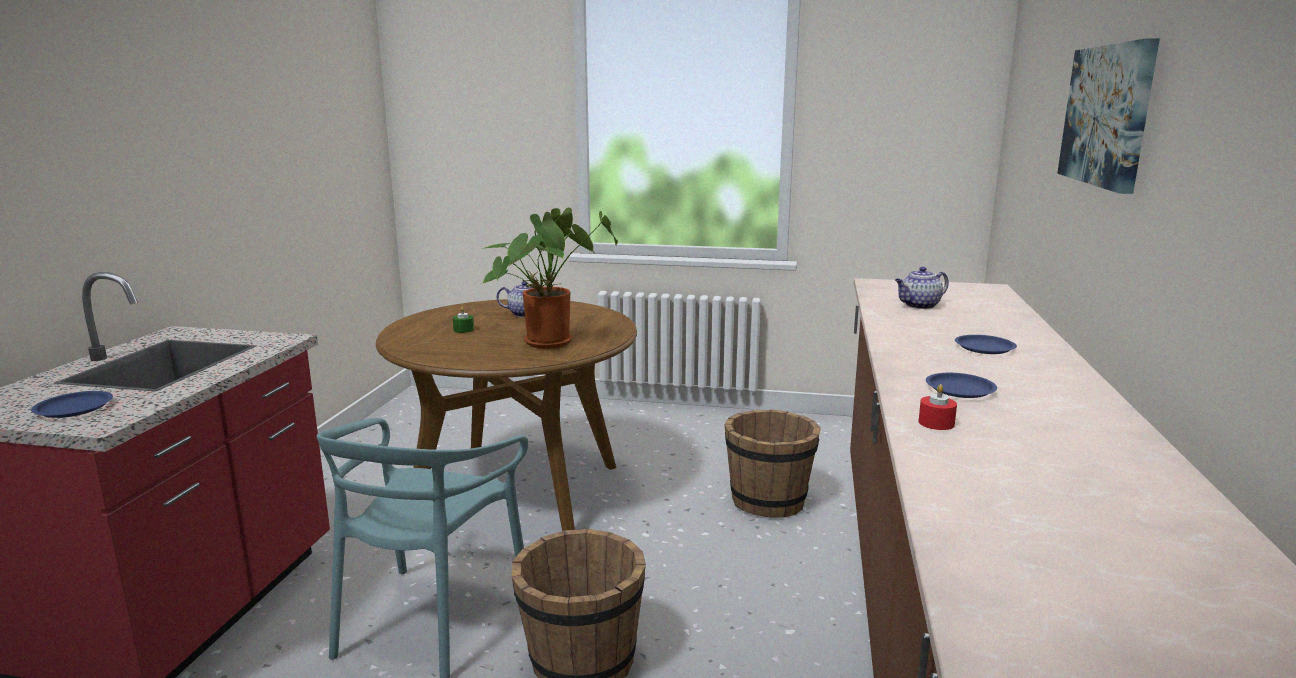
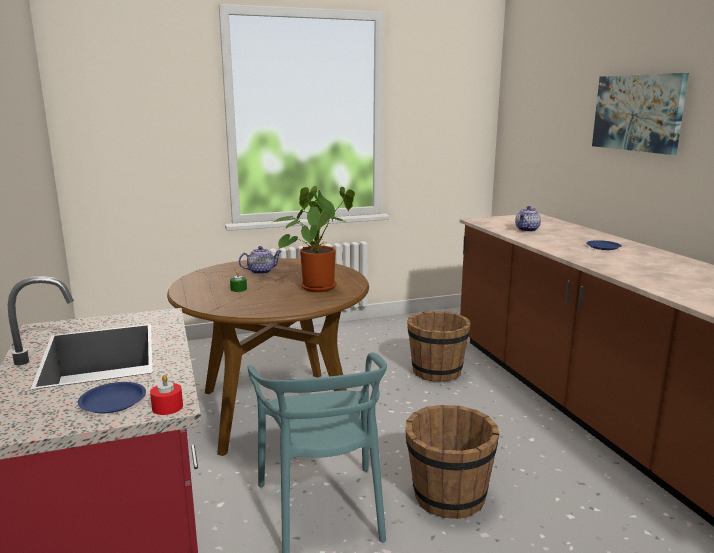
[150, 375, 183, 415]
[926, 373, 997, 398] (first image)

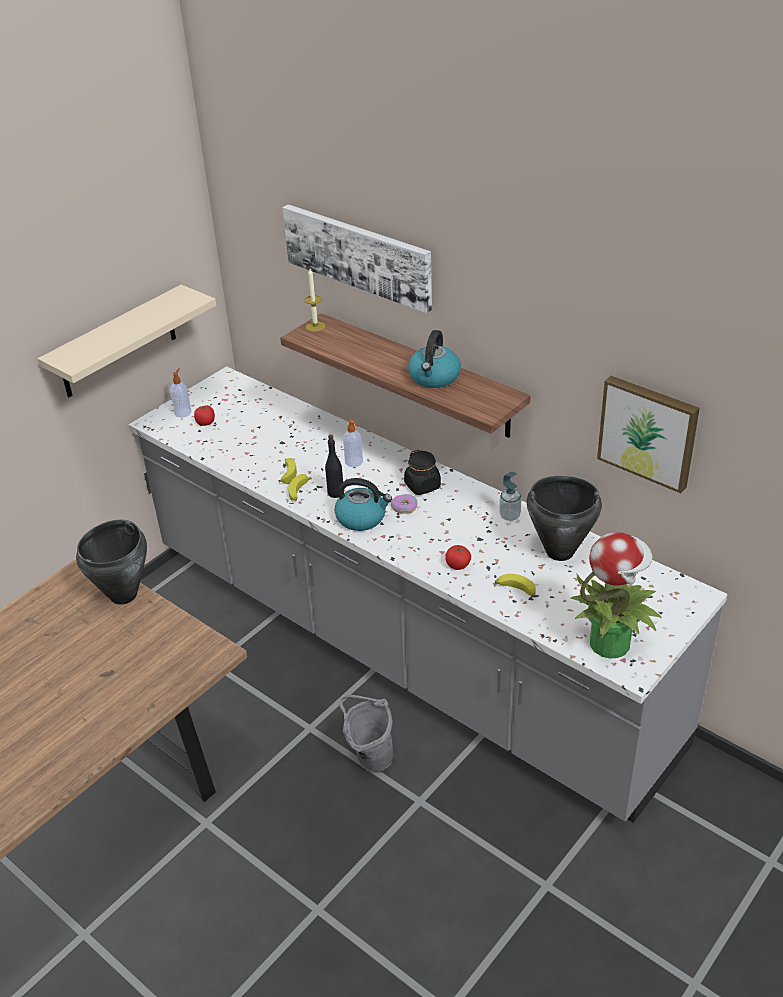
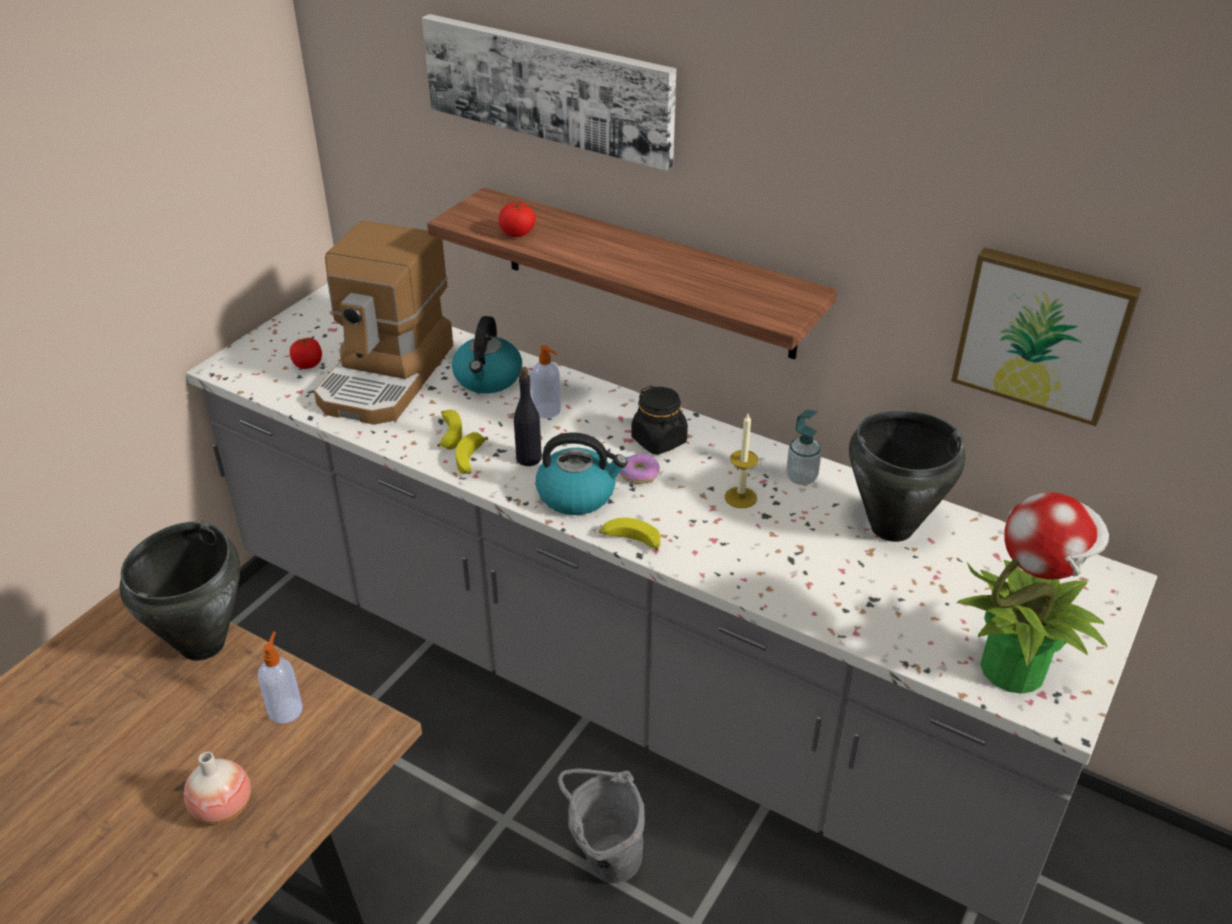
[184, 752, 251, 824]
[258, 632, 303, 724]
[314, 220, 453, 425]
[452, 316, 522, 393]
[499, 202, 536, 237]
[599, 518, 660, 551]
[725, 414, 758, 508]
[38, 285, 216, 397] (first image)

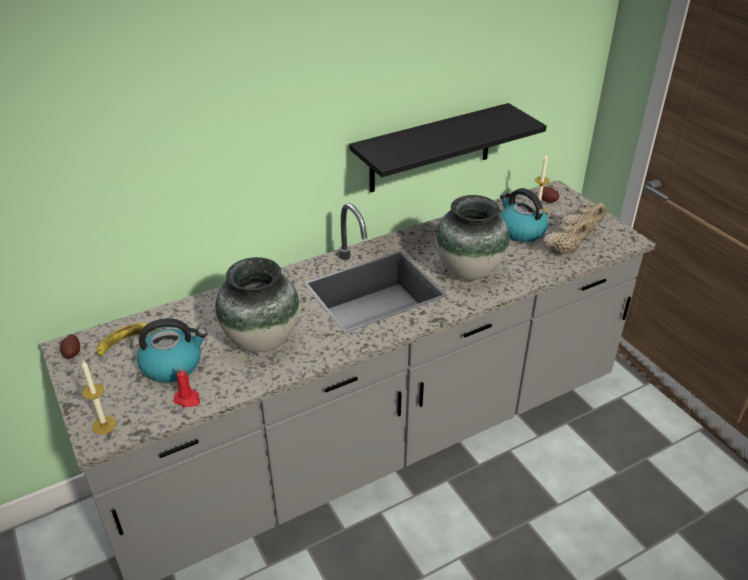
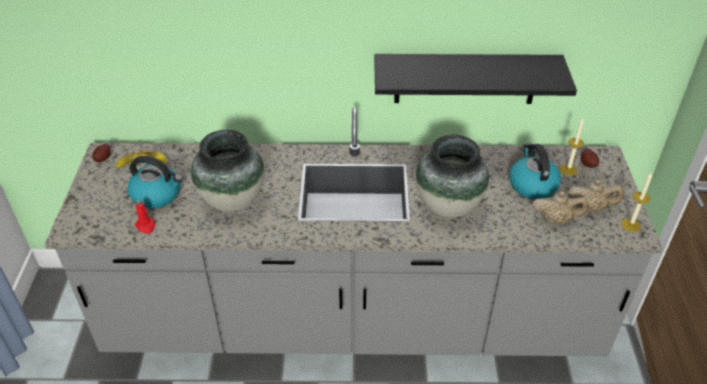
[621, 173, 652, 232]

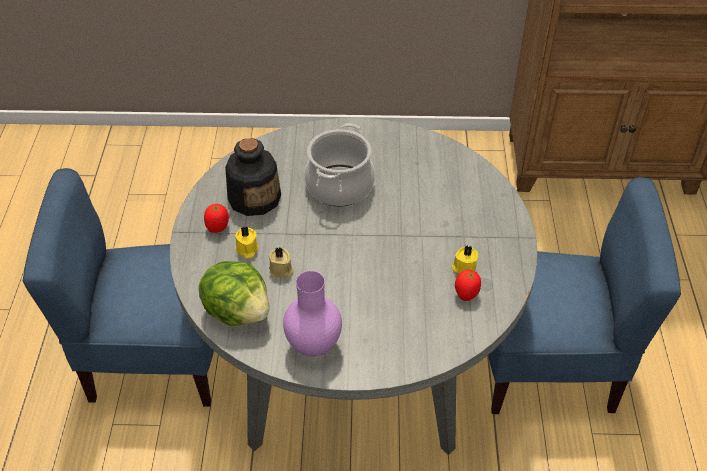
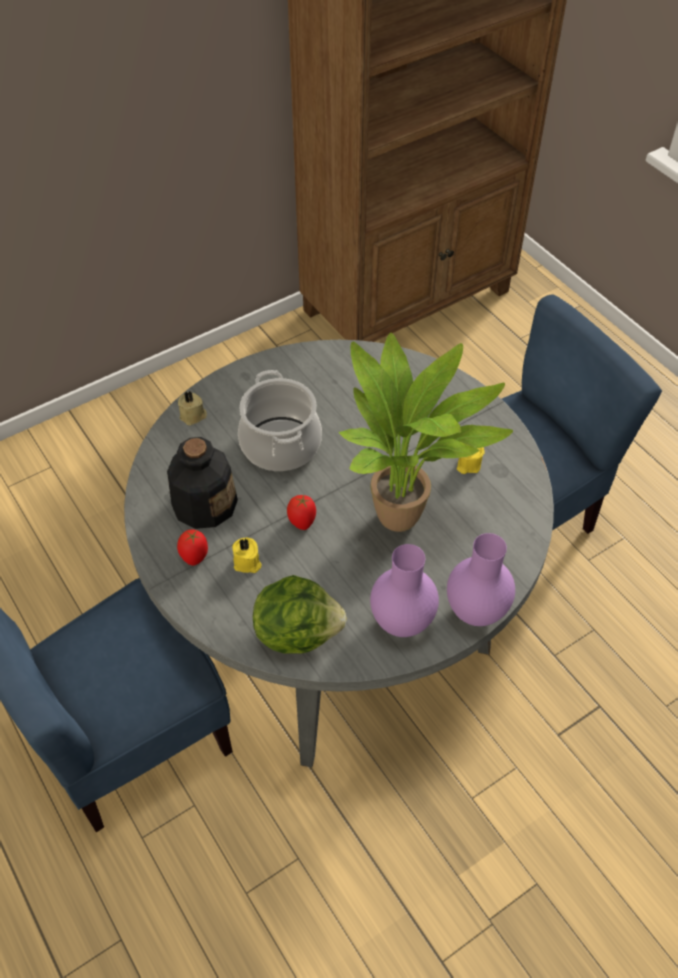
[178, 391, 207, 426]
[287, 495, 316, 530]
[339, 333, 513, 532]
[447, 533, 515, 626]

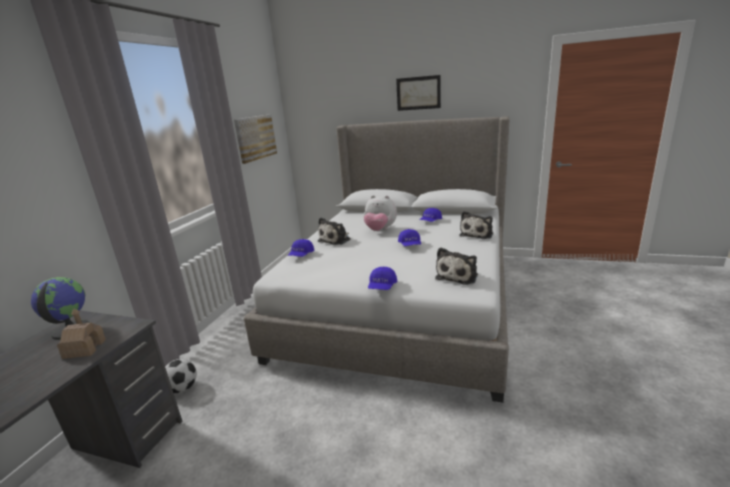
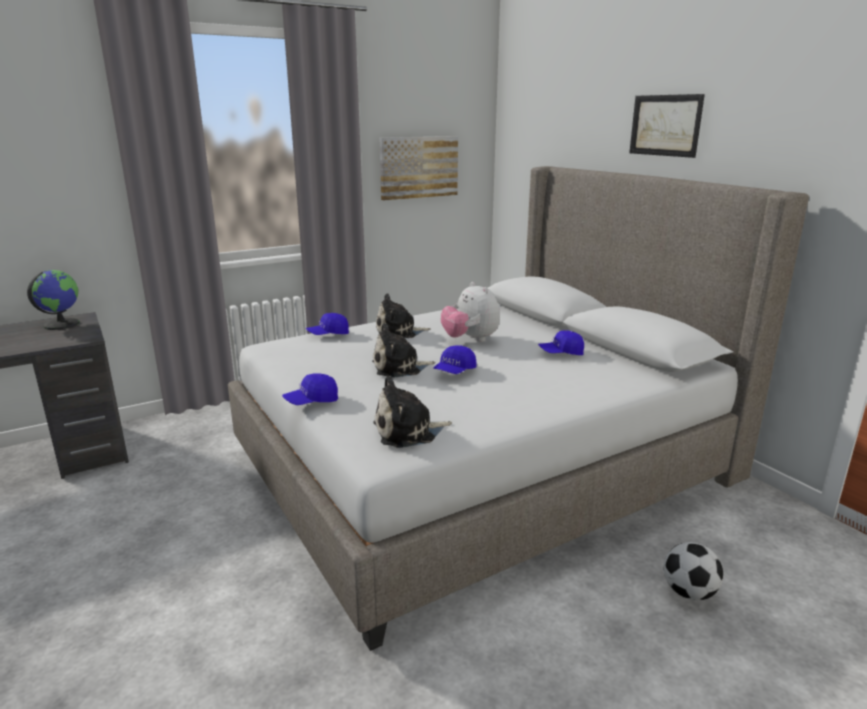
[372, 323, 435, 378]
[664, 542, 723, 601]
[57, 309, 106, 359] (first image)

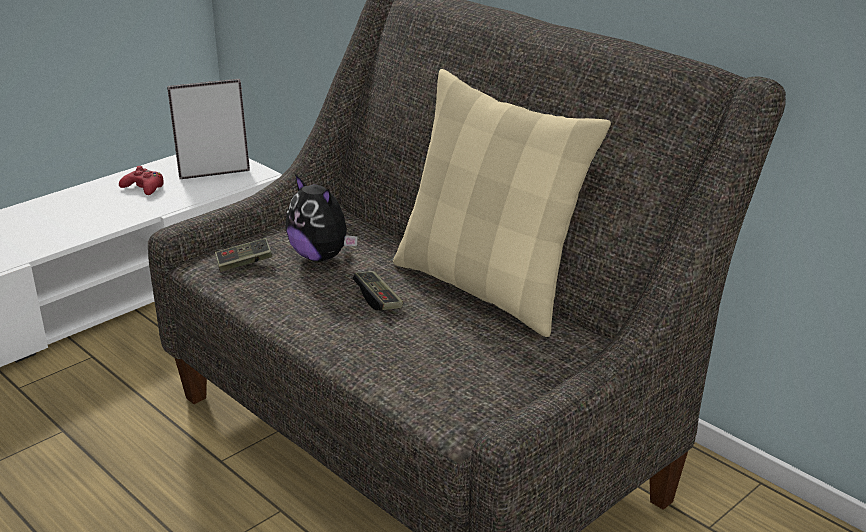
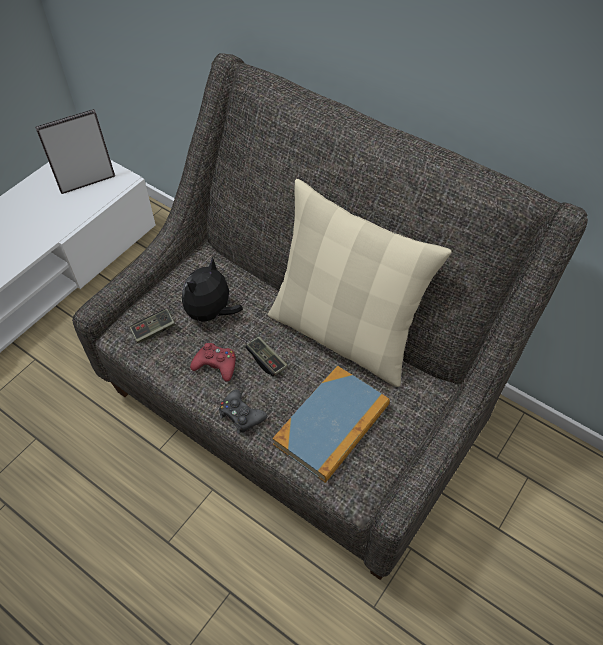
[182, 257, 243, 328]
[190, 343, 236, 382]
[219, 389, 267, 434]
[272, 366, 390, 483]

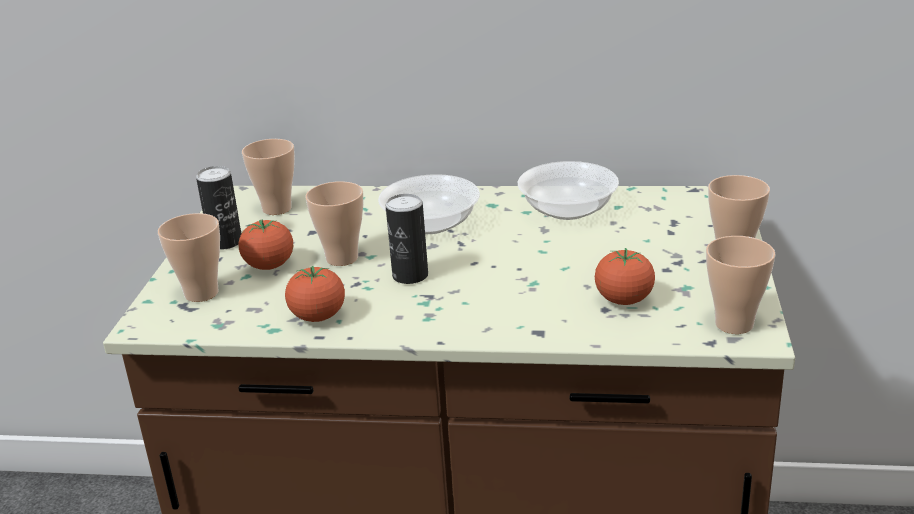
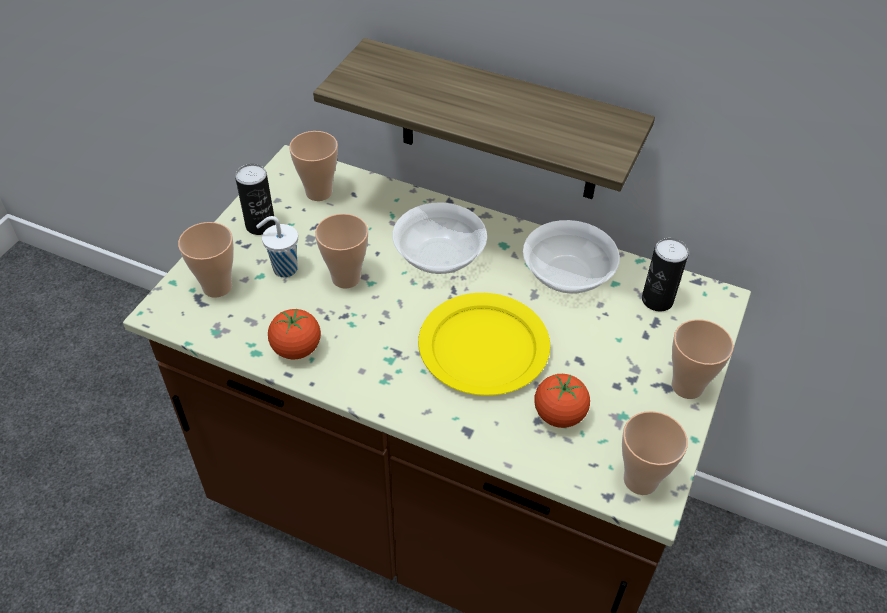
[256, 216, 298, 278]
[313, 38, 655, 199]
[418, 293, 550, 396]
[642, 238, 689, 311]

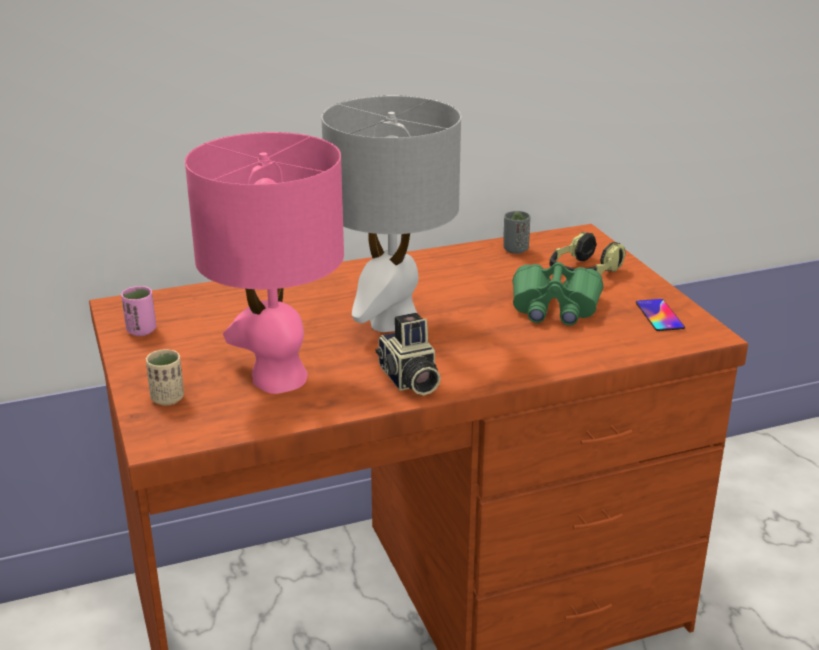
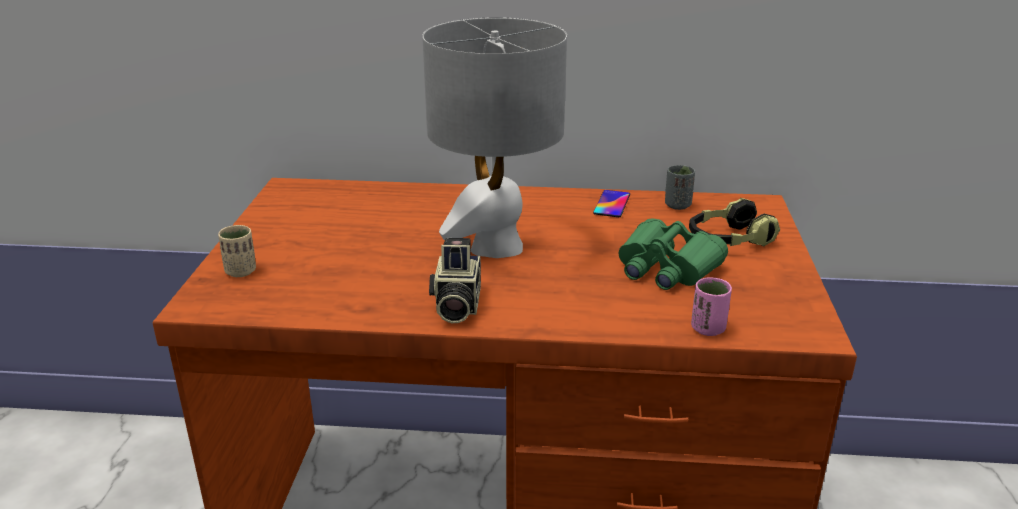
[593, 190, 630, 217]
[691, 277, 732, 336]
[185, 132, 344, 394] (first image)

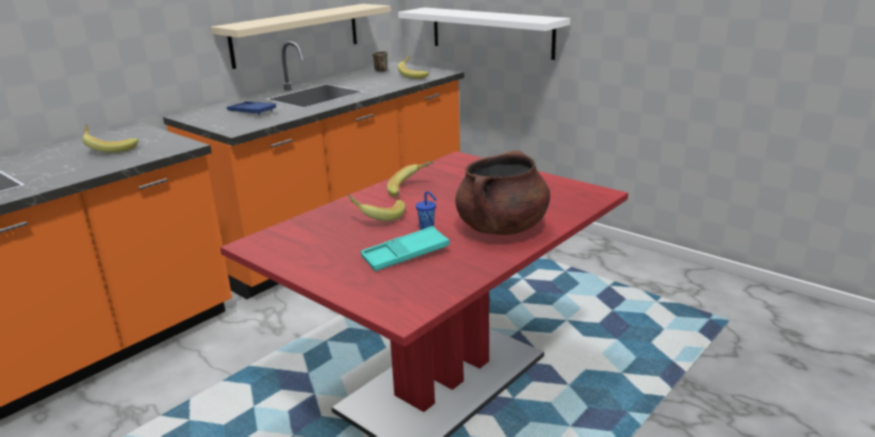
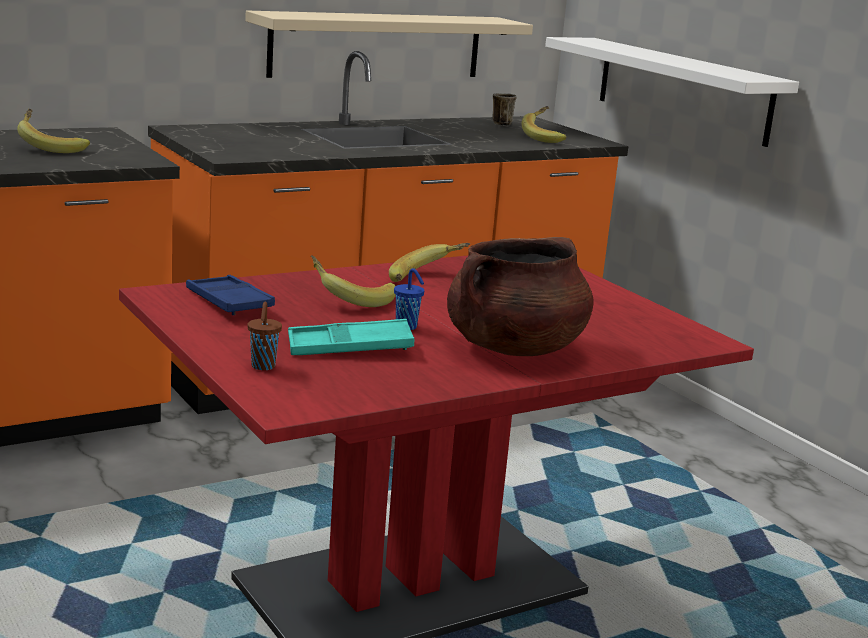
[186, 275, 275, 315]
[248, 302, 282, 370]

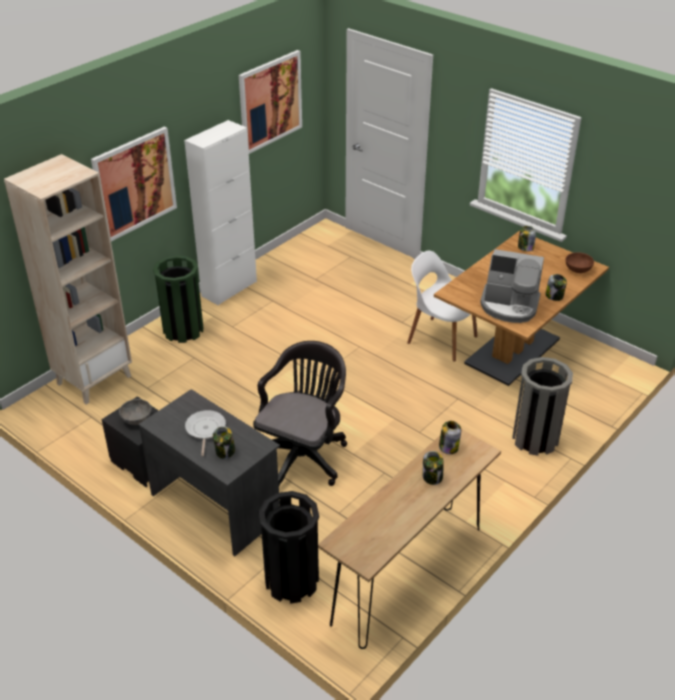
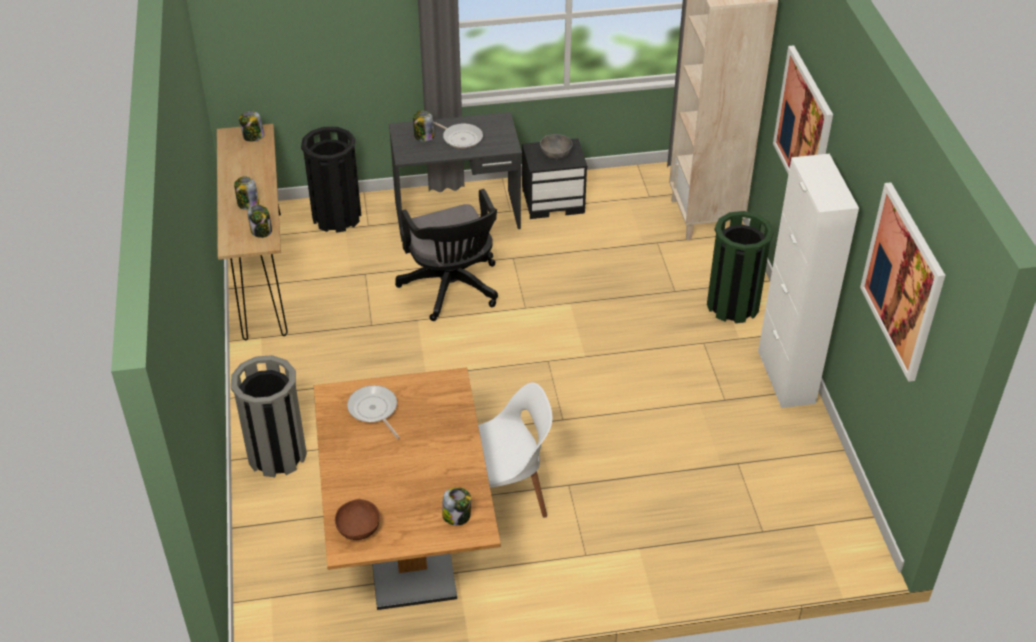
[239, 110, 265, 142]
[347, 385, 400, 439]

